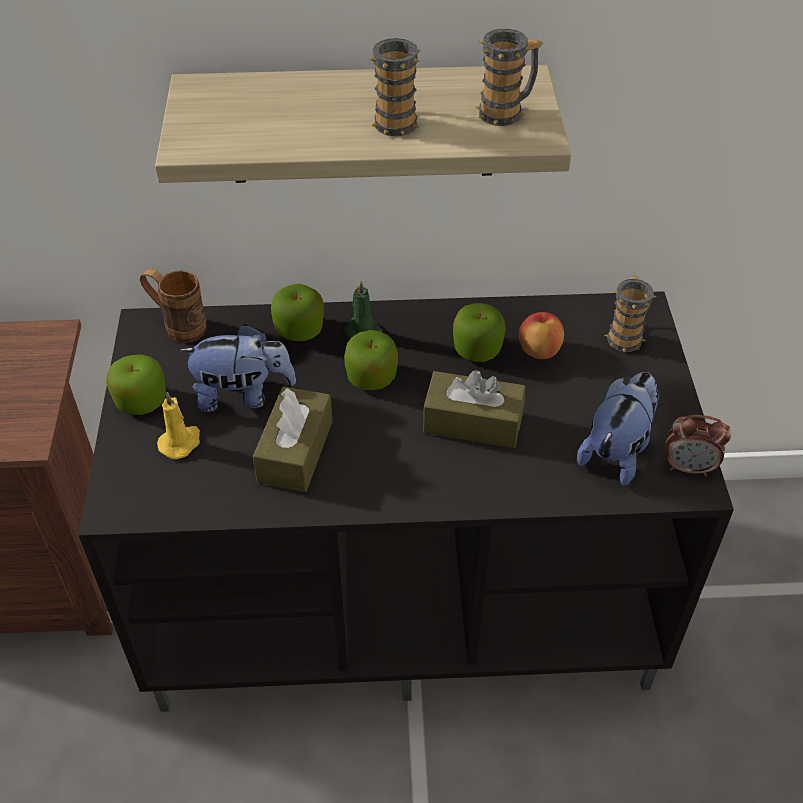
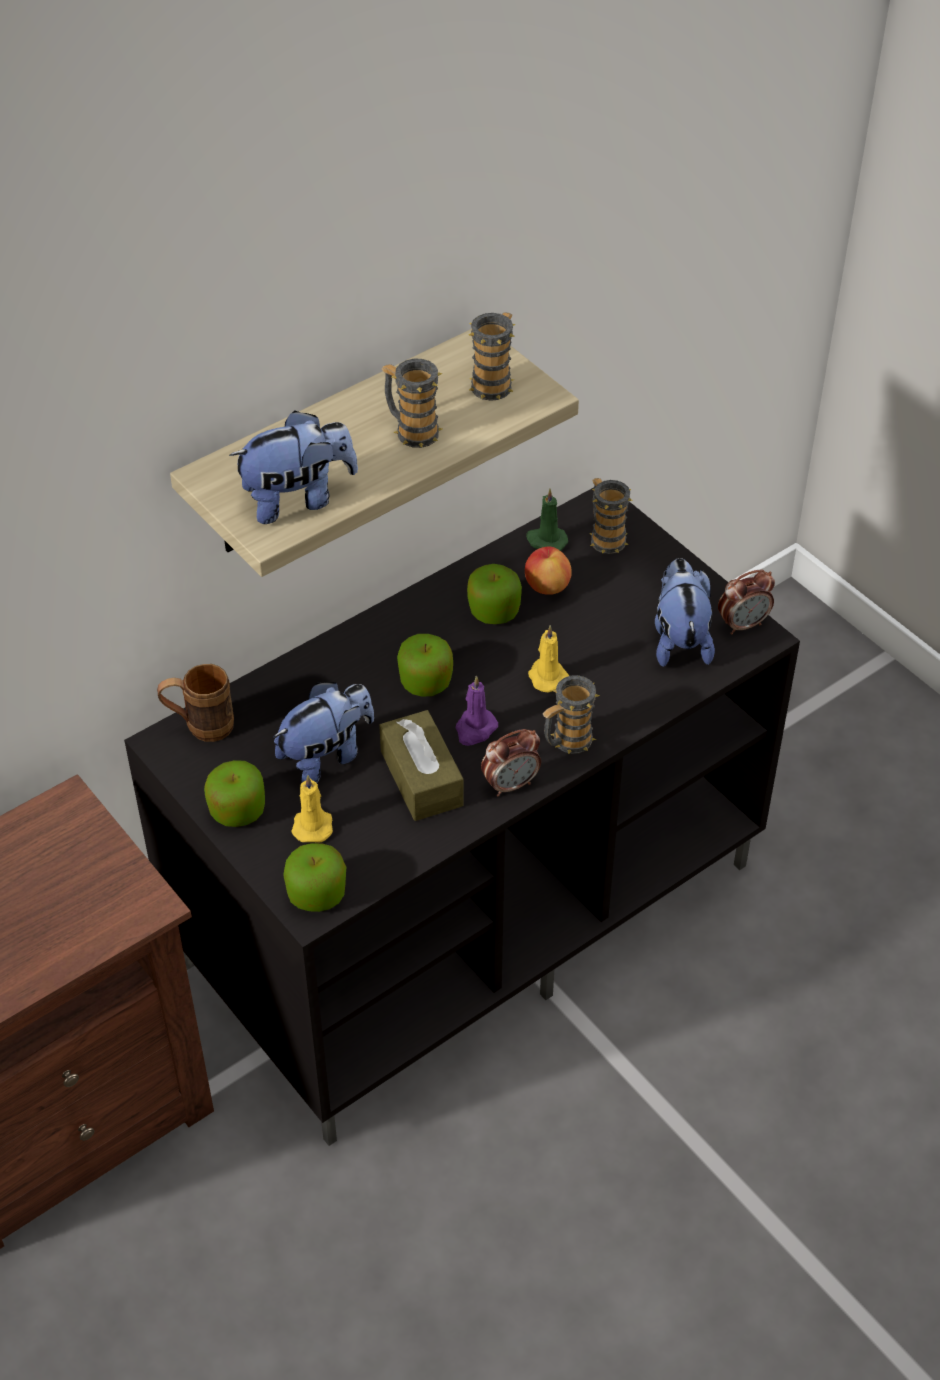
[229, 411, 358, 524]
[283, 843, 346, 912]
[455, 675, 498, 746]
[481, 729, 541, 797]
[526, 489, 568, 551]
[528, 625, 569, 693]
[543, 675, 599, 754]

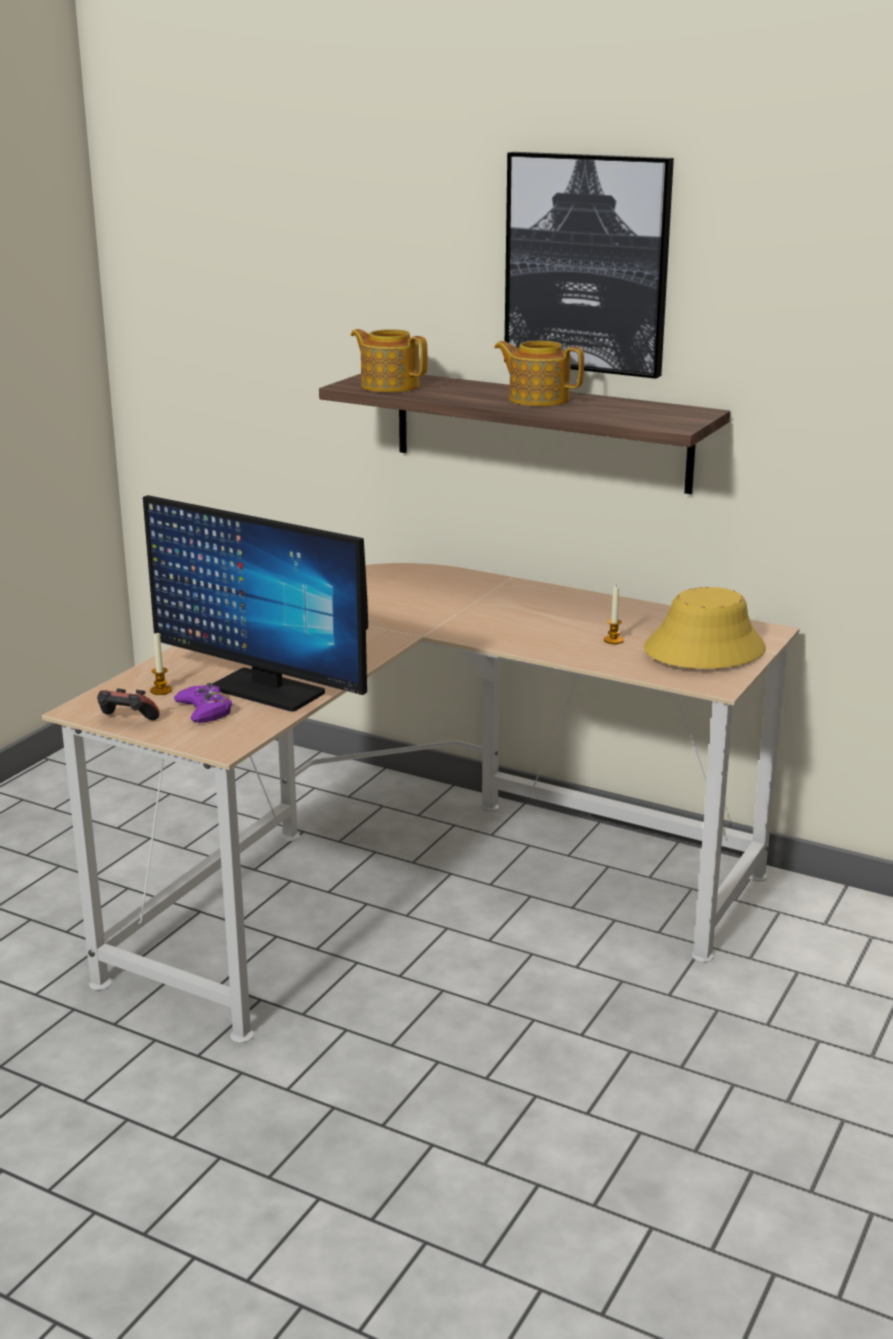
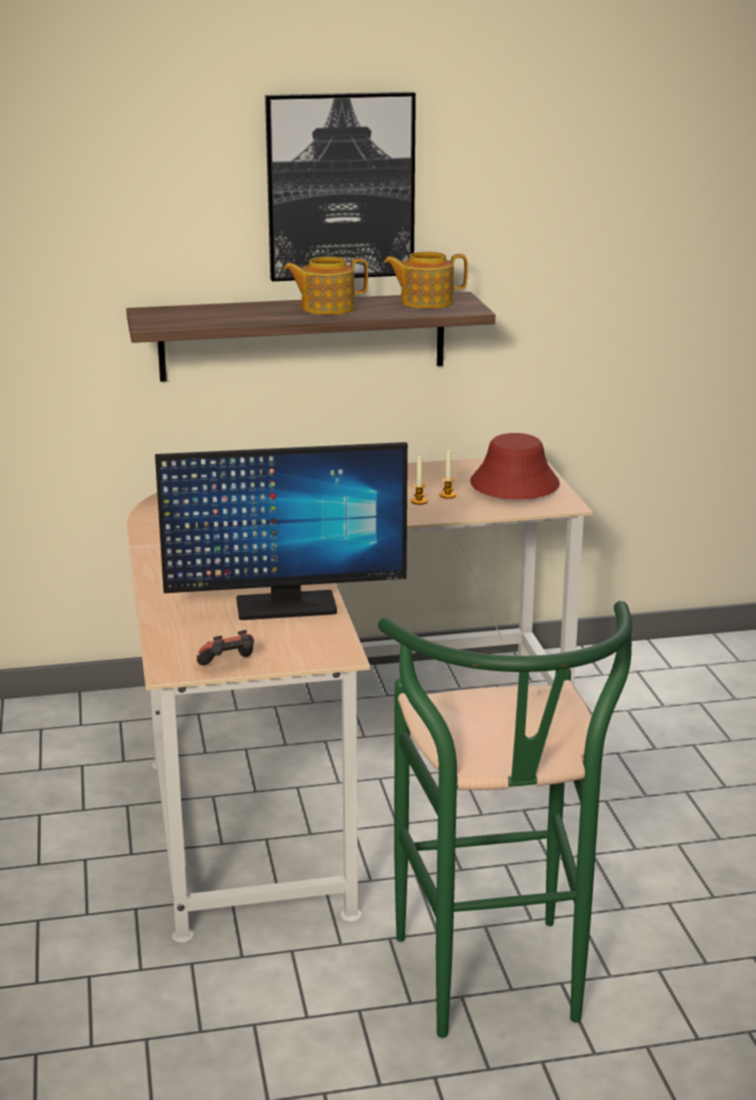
[378, 601, 632, 1038]
[384, 251, 468, 309]
[411, 455, 428, 505]
[470, 433, 560, 500]
[174, 683, 232, 723] (first image)

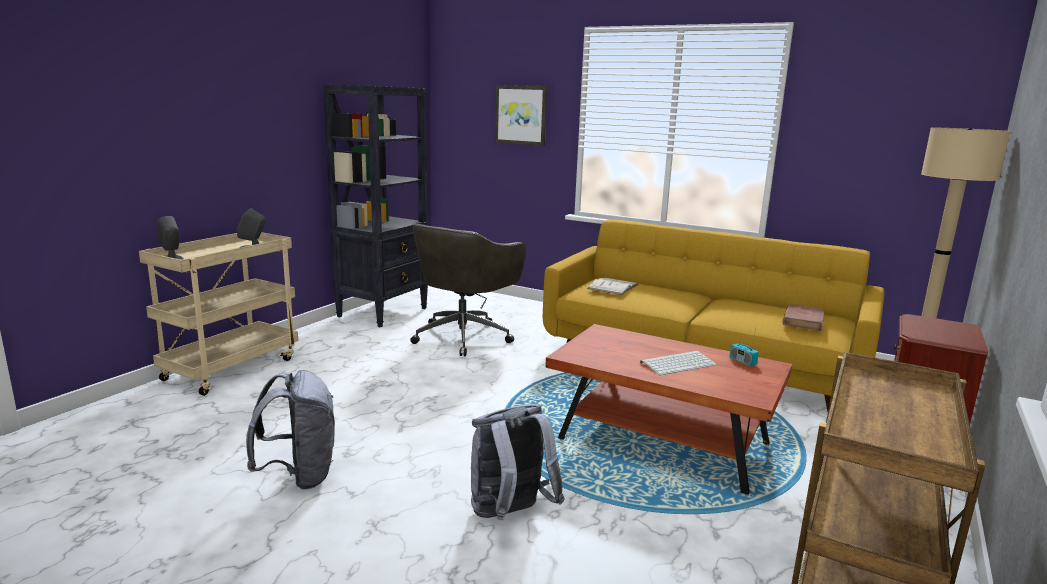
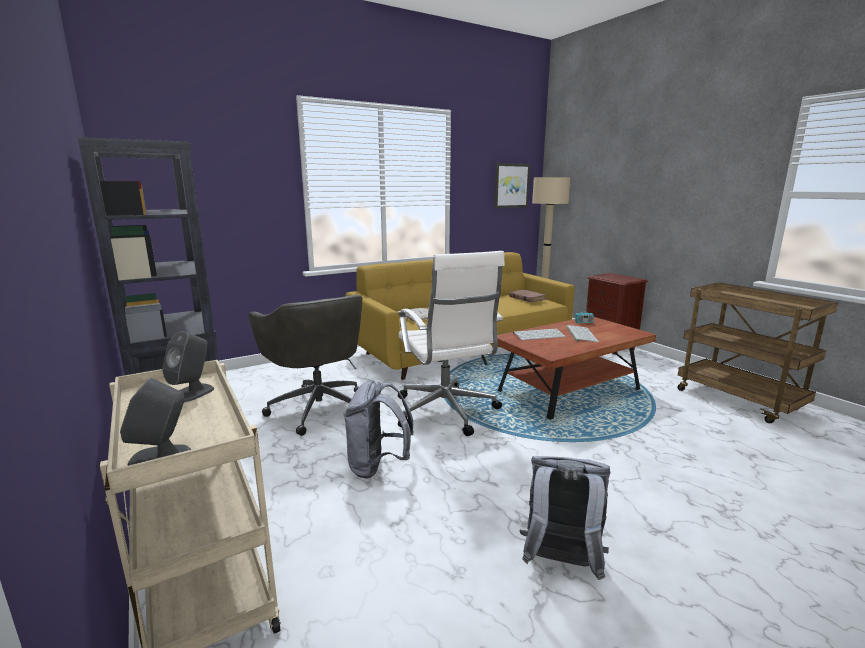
[343, 380, 414, 479]
[398, 251, 505, 436]
[494, 163, 530, 208]
[513, 329, 566, 340]

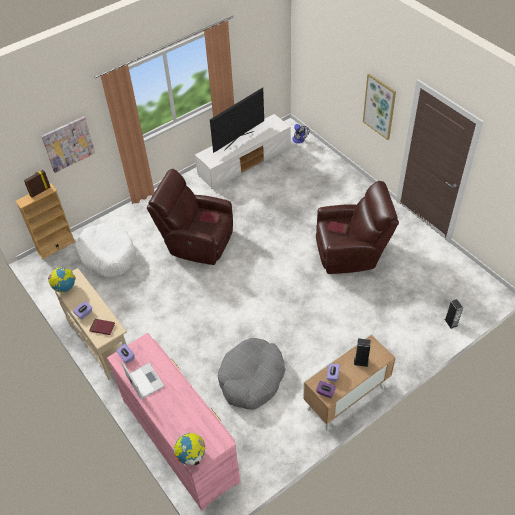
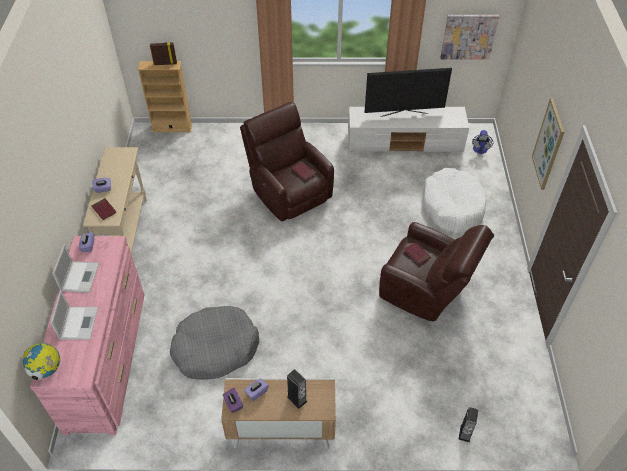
[51, 290, 98, 340]
[422, 168, 486, 233]
[441, 15, 500, 59]
[48, 267, 76, 293] (first image)

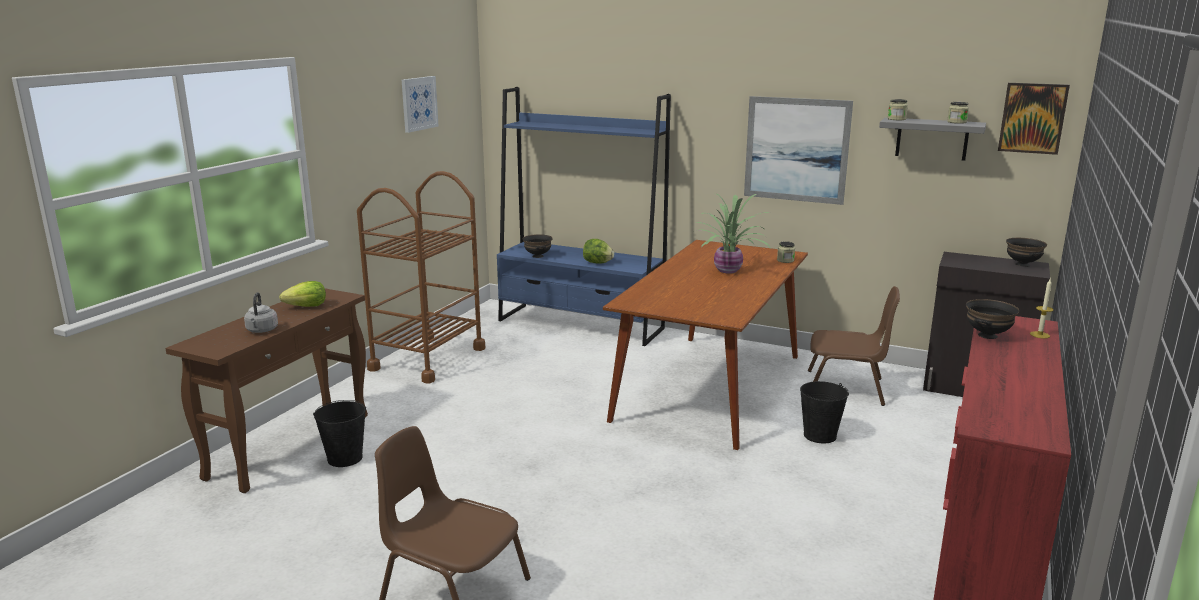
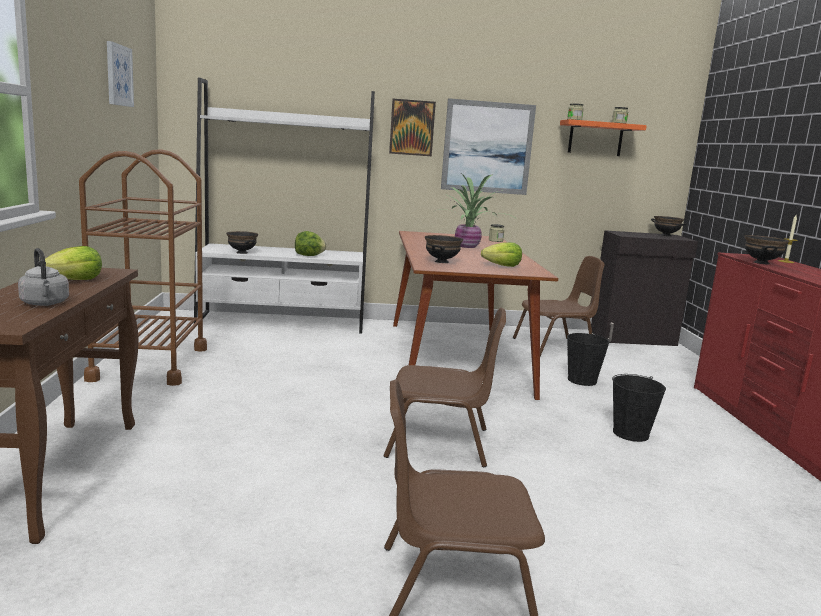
[194, 78, 375, 334]
[384, 307, 506, 467]
[389, 99, 436, 156]
[425, 235, 463, 263]
[481, 242, 522, 267]
[560, 119, 647, 156]
[612, 374, 666, 442]

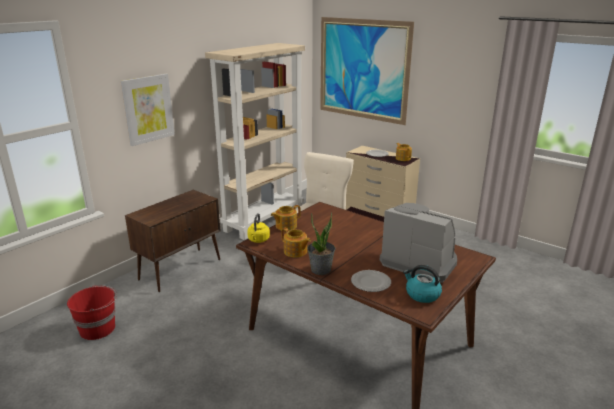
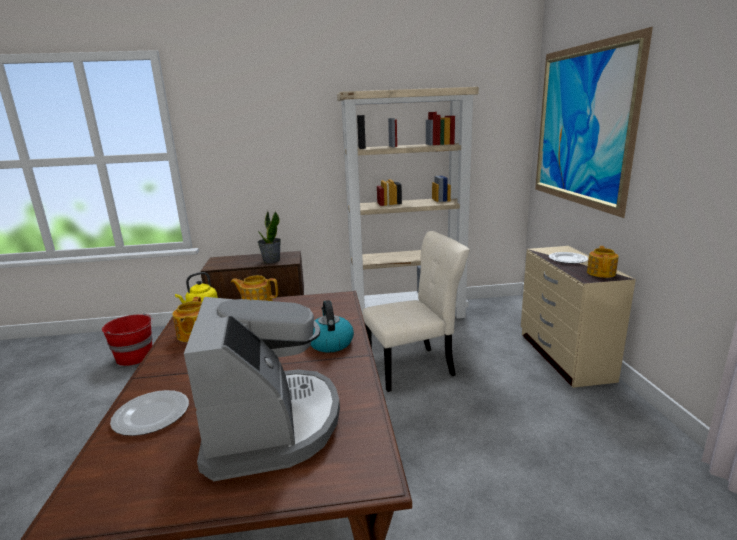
[257, 211, 281, 263]
[310, 300, 354, 353]
[121, 74, 175, 146] (first image)

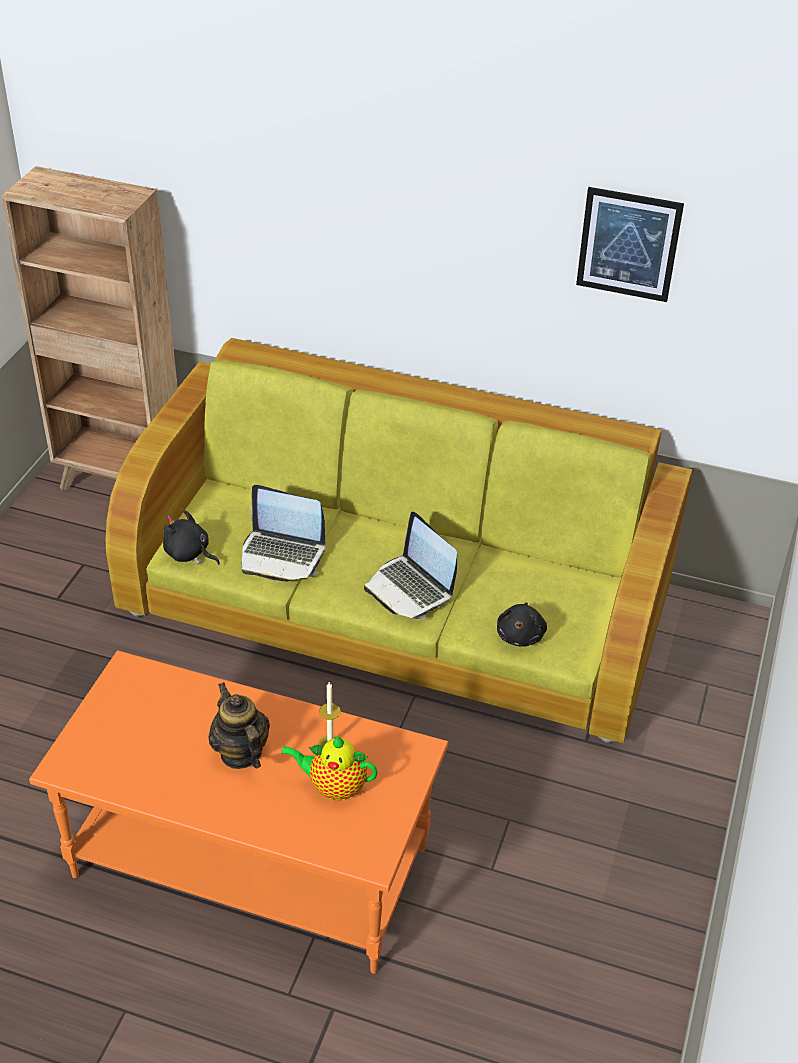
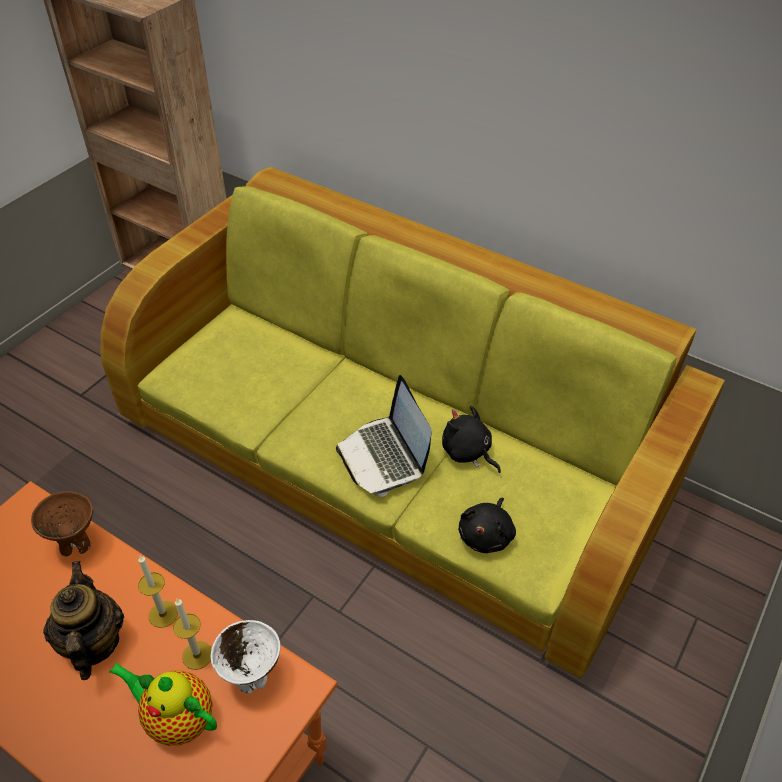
[31, 491, 93, 557]
[138, 556, 178, 628]
[211, 620, 280, 694]
[442, 406, 501, 473]
[241, 485, 326, 582] (first image)
[576, 187, 684, 302] (first image)

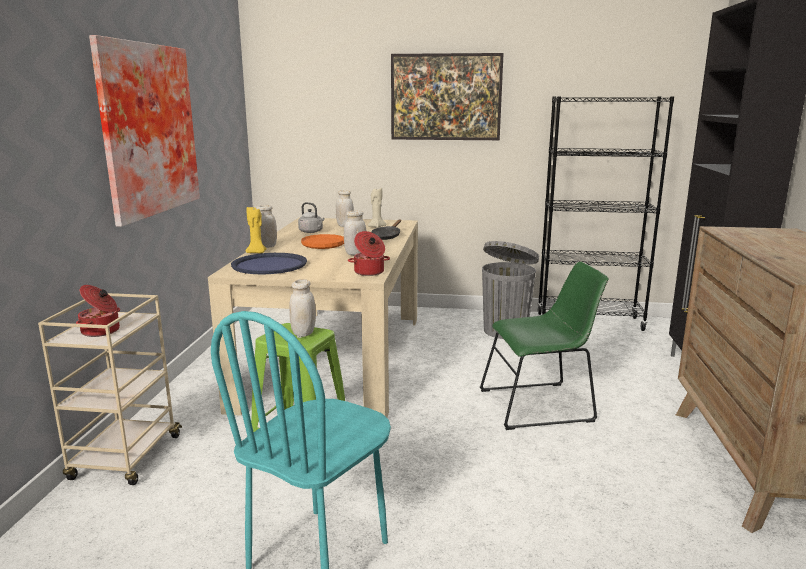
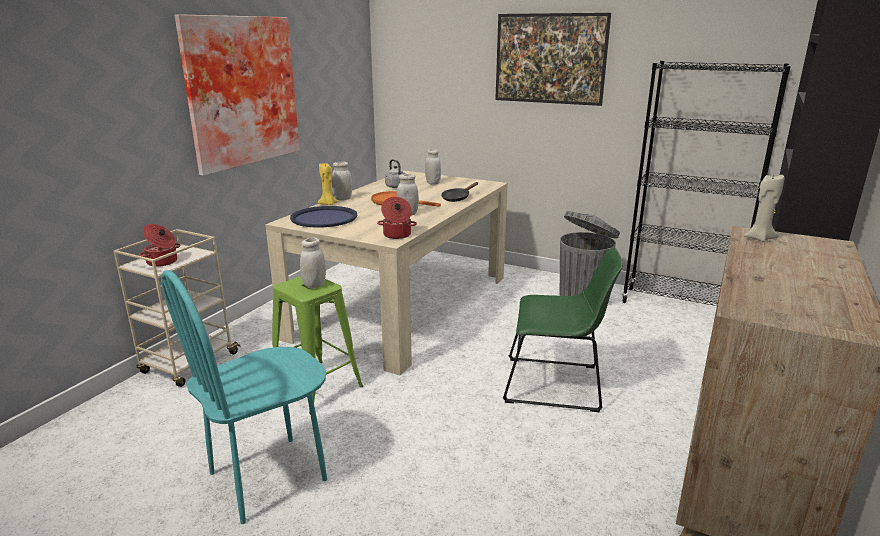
[744, 174, 784, 242]

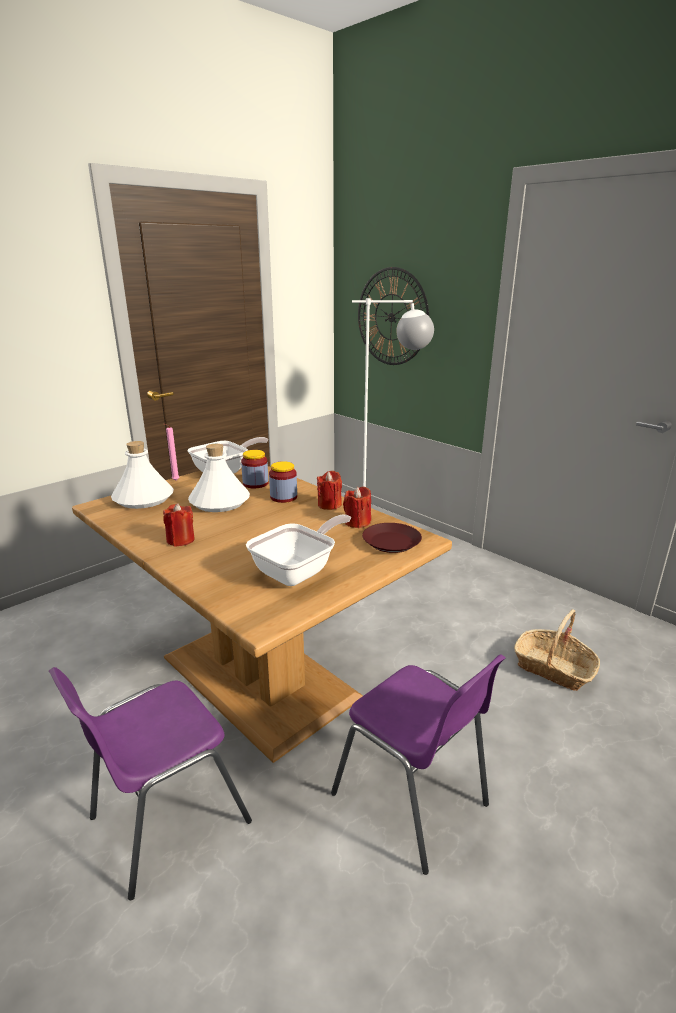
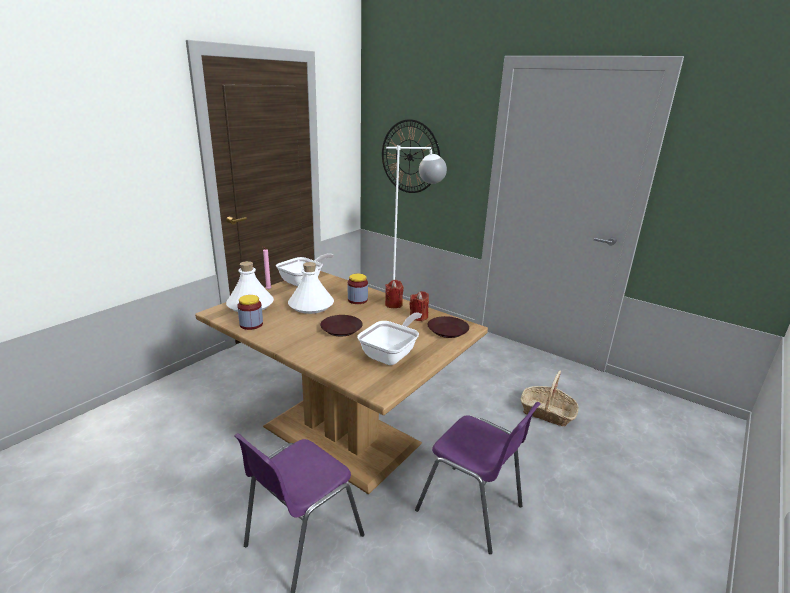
[237, 295, 263, 330]
[320, 315, 363, 336]
[163, 503, 195, 547] (first image)

